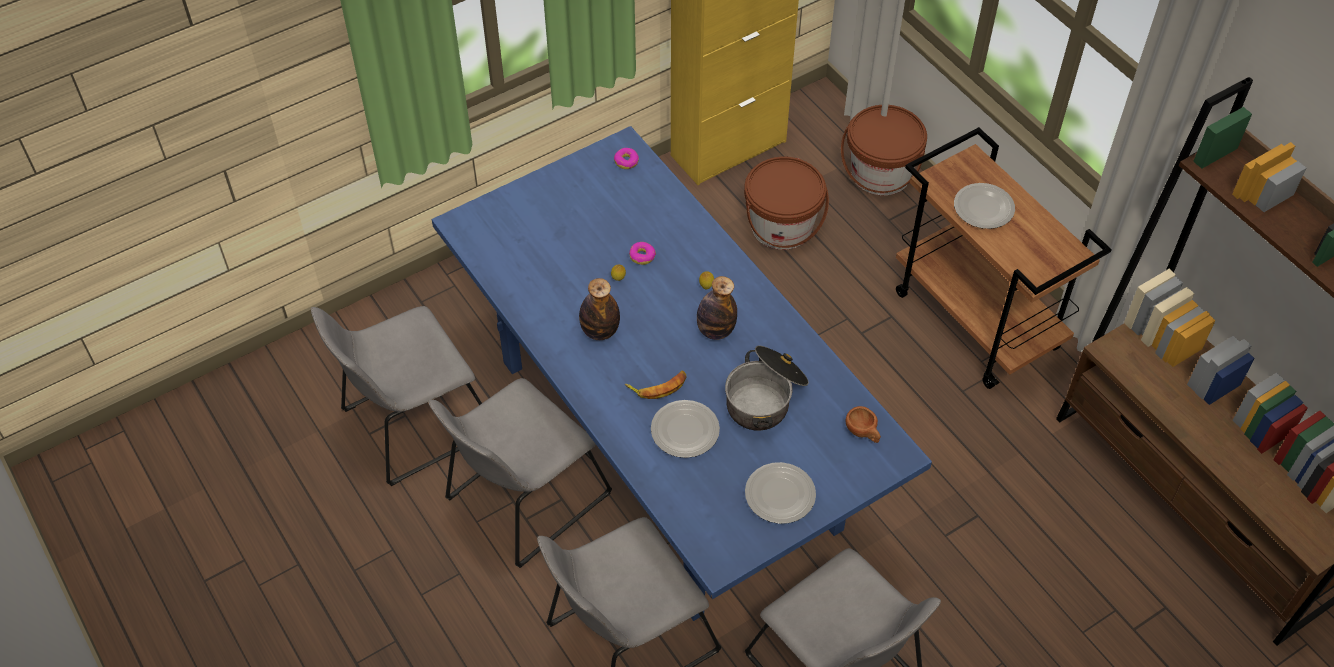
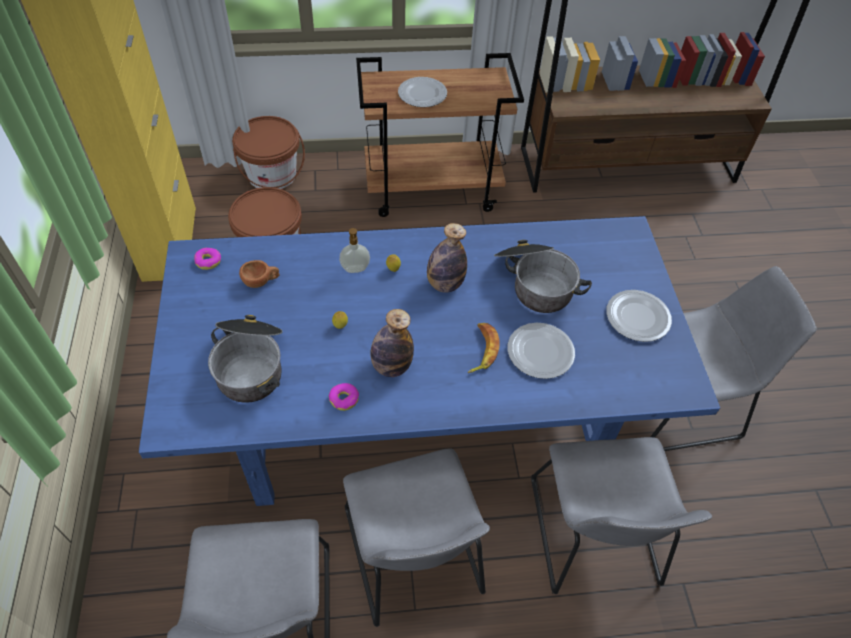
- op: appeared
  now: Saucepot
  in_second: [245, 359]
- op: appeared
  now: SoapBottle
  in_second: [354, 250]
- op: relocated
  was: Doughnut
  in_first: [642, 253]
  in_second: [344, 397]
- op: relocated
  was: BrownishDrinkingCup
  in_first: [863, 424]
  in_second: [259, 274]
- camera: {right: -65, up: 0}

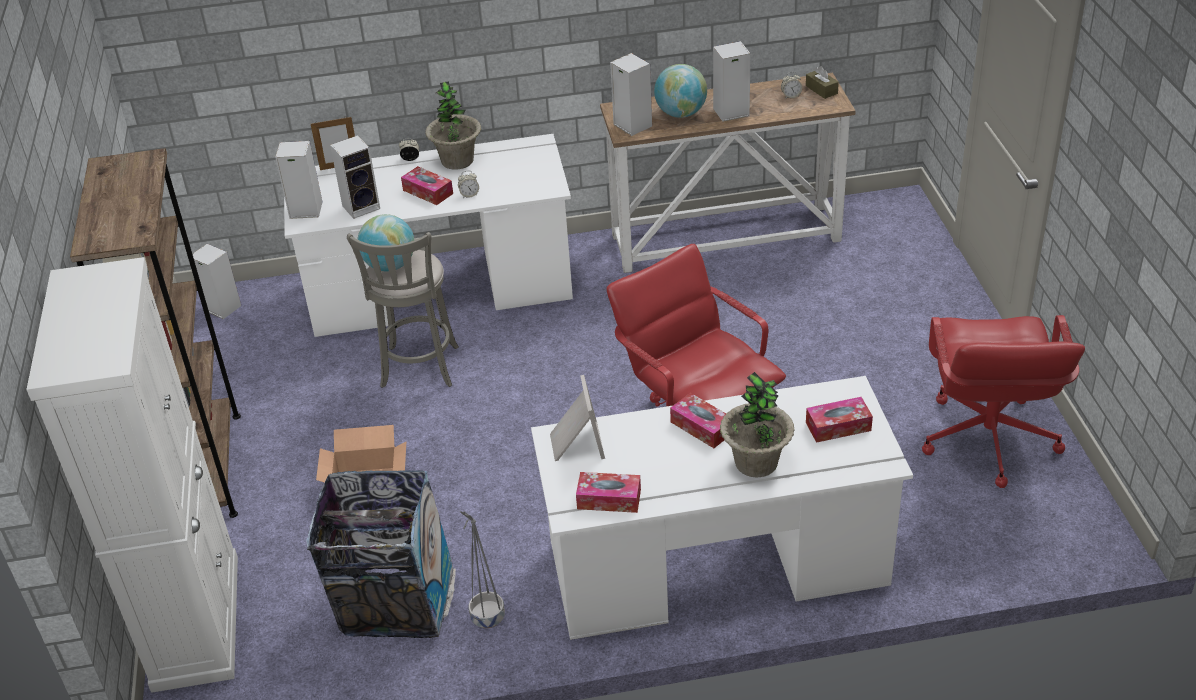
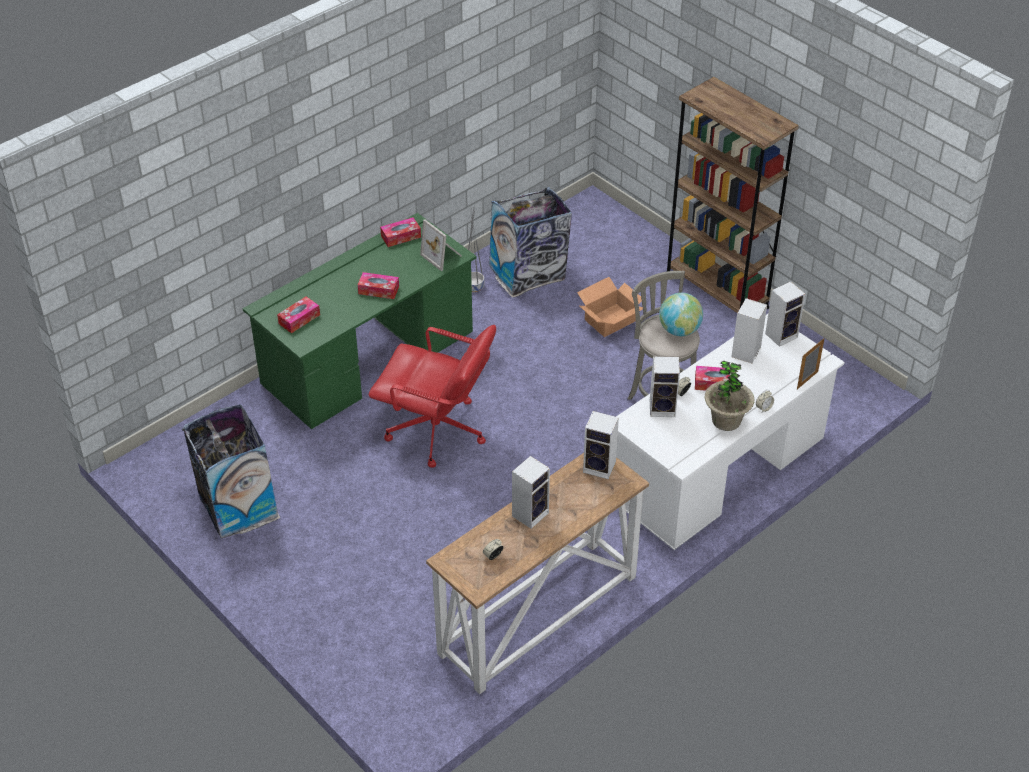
- op: missing
  was: WhitishCabinet
  in_first: [132, 475]
- op: missing
  was: WorldGlobe
  in_first: [680, 91]
- op: missing
  was: Houseplant
  in_first: [757, 424]
- op: missing
  was: BrownishTissueBox
  in_first: [822, 82]
- op: relocated
  was: Speaker
  in_first: [217, 281]
  in_second: [665, 386]
- op: exchanged
  was: ReddishOfficeChair
  now: WasteBin
  in_first: [1003, 401]
  in_second: [231, 471]
- op: colour
  was: WhitishDeskUnit
  now: GreenColouredDeskUnit
  in_first: [722, 508]
  in_second: [360, 321]
- camera: {right: 145, up: 5}

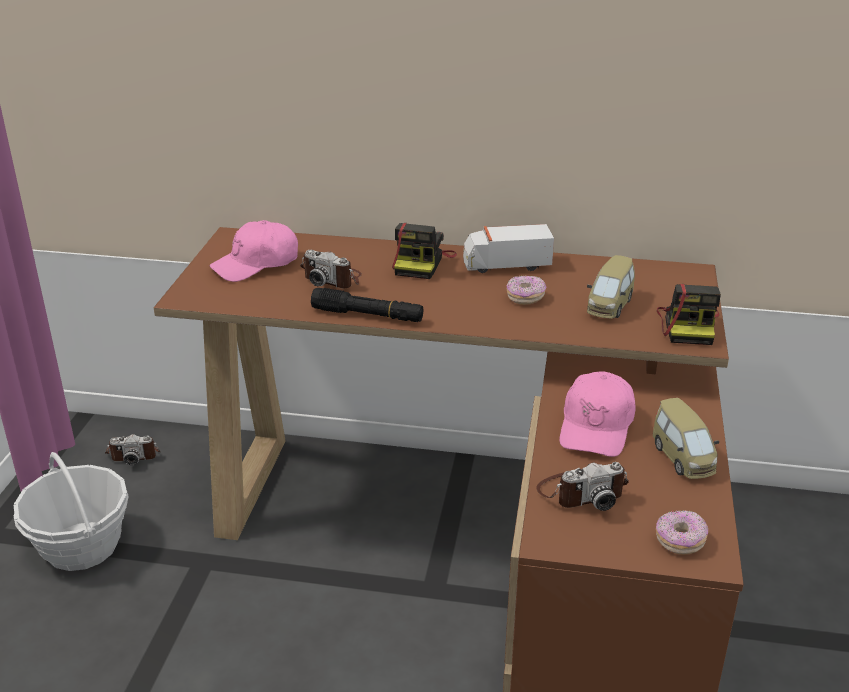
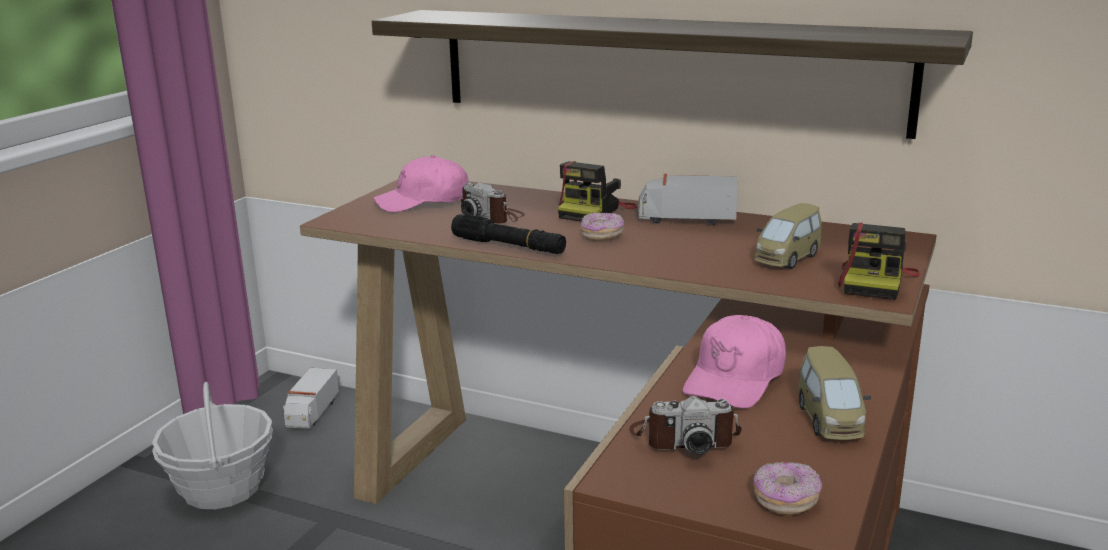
- op: appeared
  now: Shelf
  in_second: [672, 74]
- op: relocated
  was: Doughnut
  in_first: [526, 290]
  in_second: [602, 227]
- op: exchanged
  was: StillCamera
  now: ToyLorry
  in_first: [133, 449]
  in_second: [310, 398]
- camera: {right: 15, up: -10}

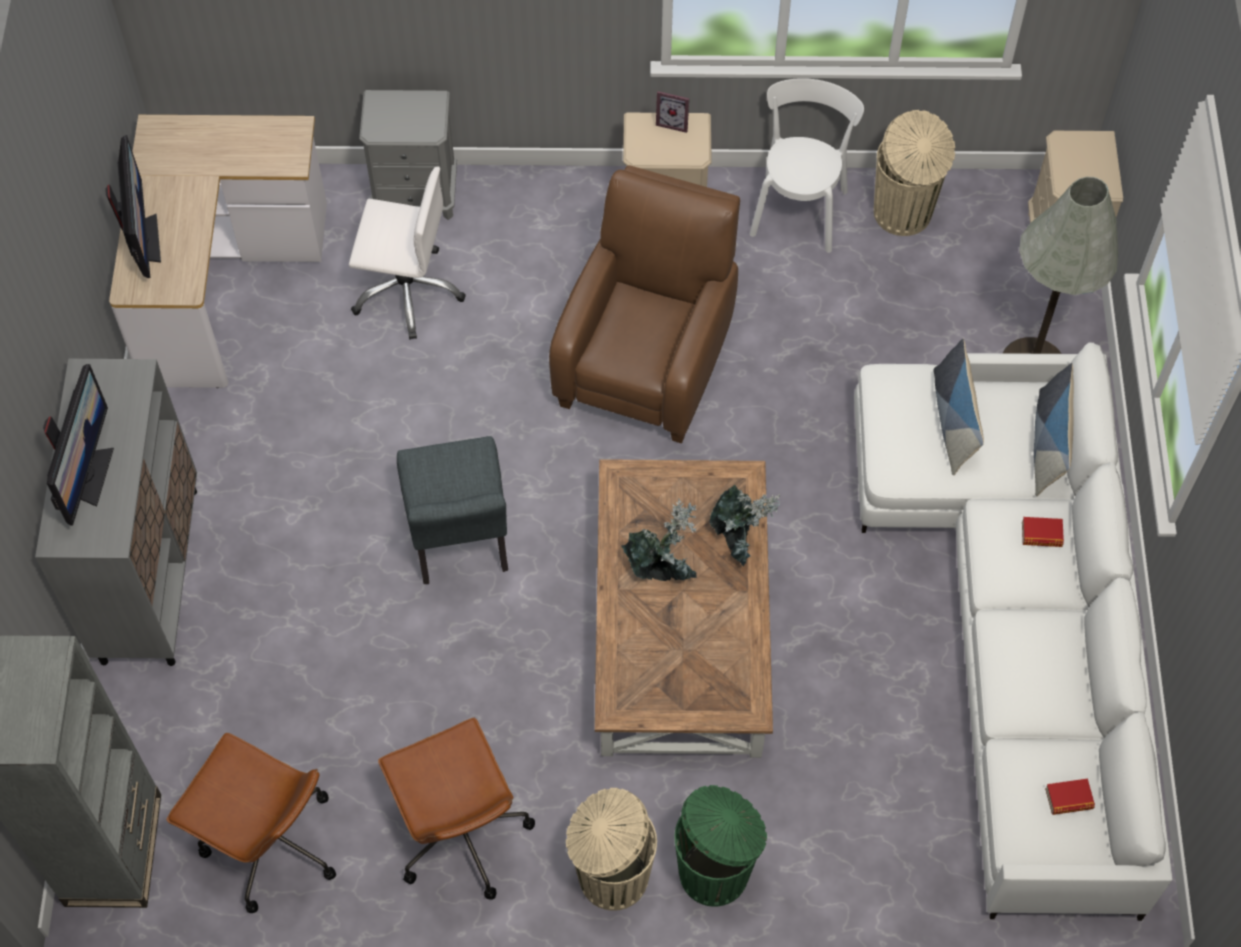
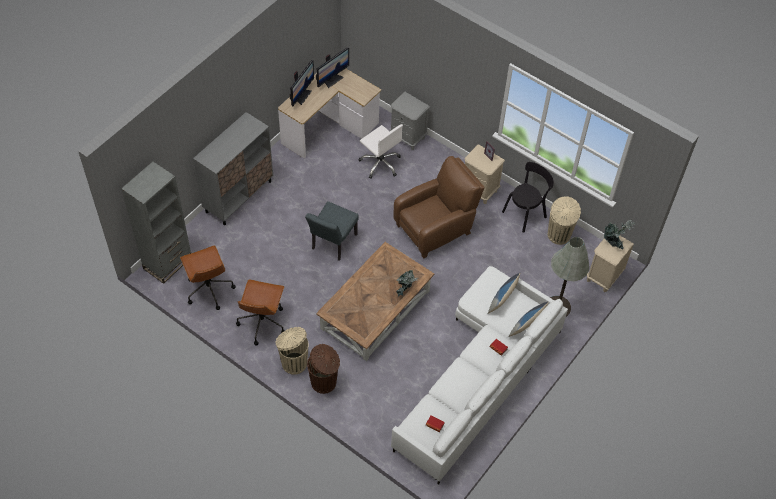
- op: relocated
  was: ComputerScreen
  in_first: [78, 445]
  in_second: [332, 67]
- op: relocated
  was: Houseplant
  in_first: [659, 539]
  in_second: [619, 234]
- op: colour
  was: GreenColouredWasteBin
  now: BrownishWasteBin
  in_first: [720, 846]
  in_second: [323, 369]
- op: colour
  was: WhitishChair
  now: BlackishChair
  in_first: [807, 165]
  in_second: [528, 197]
- camera: {right: 35, up: -5}

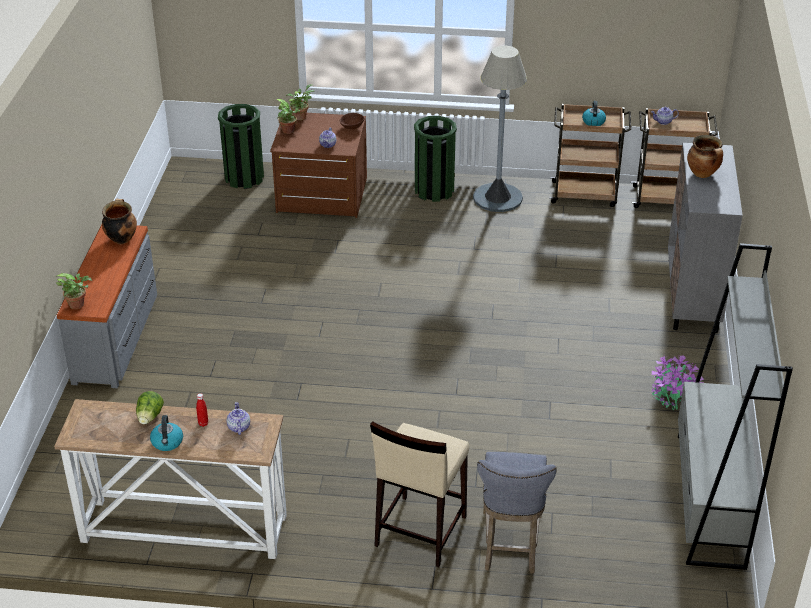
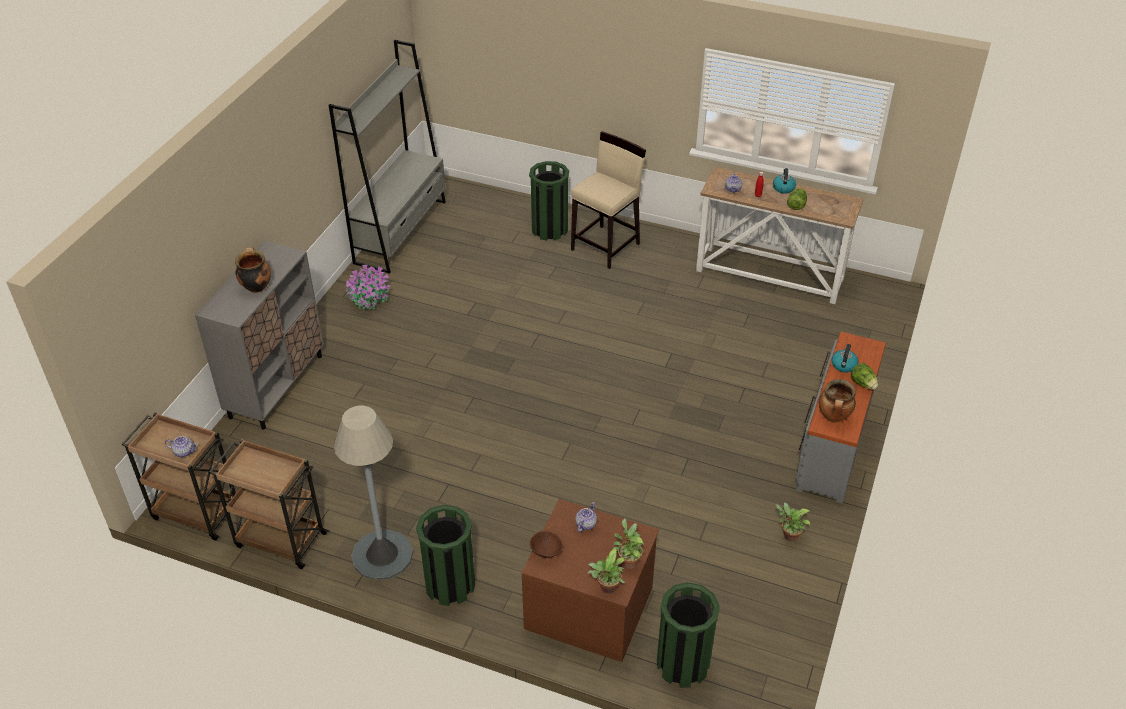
- op: appeared
  now: LettuceHead
  in_second: [864, 376]
- op: relocated
  was: Houseplant
  in_first: [74, 291]
  in_second: [793, 522]
- op: relocated
  was: TeaKettle
  in_first: [594, 113]
  in_second: [845, 358]
- op: exchanged
  was: GreySittingStool
  now: GreenColouredWasteBin
  in_first: [517, 513]
  in_second: [549, 201]
- camera: {right: -165, up: 5}

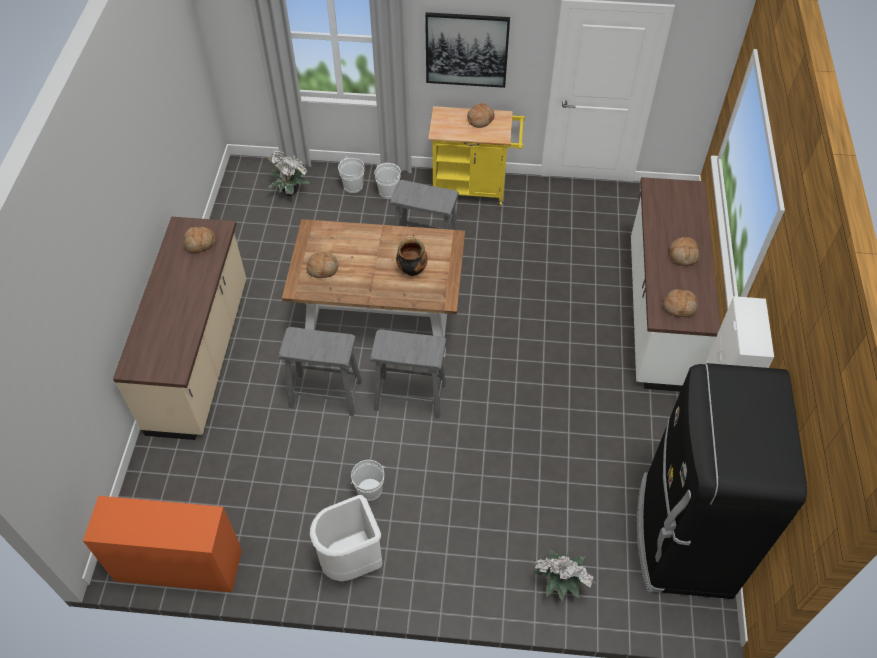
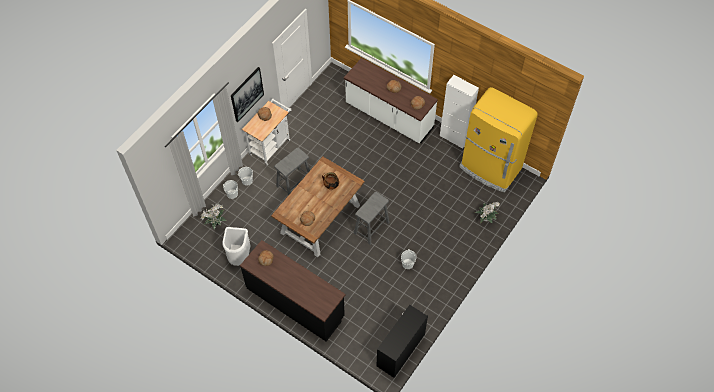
- op: missing
  was: GreySittingStool
  in_first: [320, 371]
- op: relocated
  was: WhitishWasteBin
  in_first: [346, 538]
  in_second: [236, 246]
- op: colour
  was: OrangeColouredDeskUnit
  now: BlackishDeskUnit
  in_first: [162, 544]
  in_second: [402, 341]
- op: colour
  was: BeigeKitchenBaseUnit
  now: BlackishKitchenBaseUnit
  in_first: [180, 328]
  in_second: [293, 291]
- op: colour
  was: YellowColouredTrolley
  now: WhitishTrolley
  in_first: [476, 156]
  in_second: [266, 132]
- op: colour
  was: BlackishRefrigerator
  now: YellowColouredRefrigerator
  in_first: [722, 481]
  in_second: [498, 139]
- camera: {right: -60, up: 5}

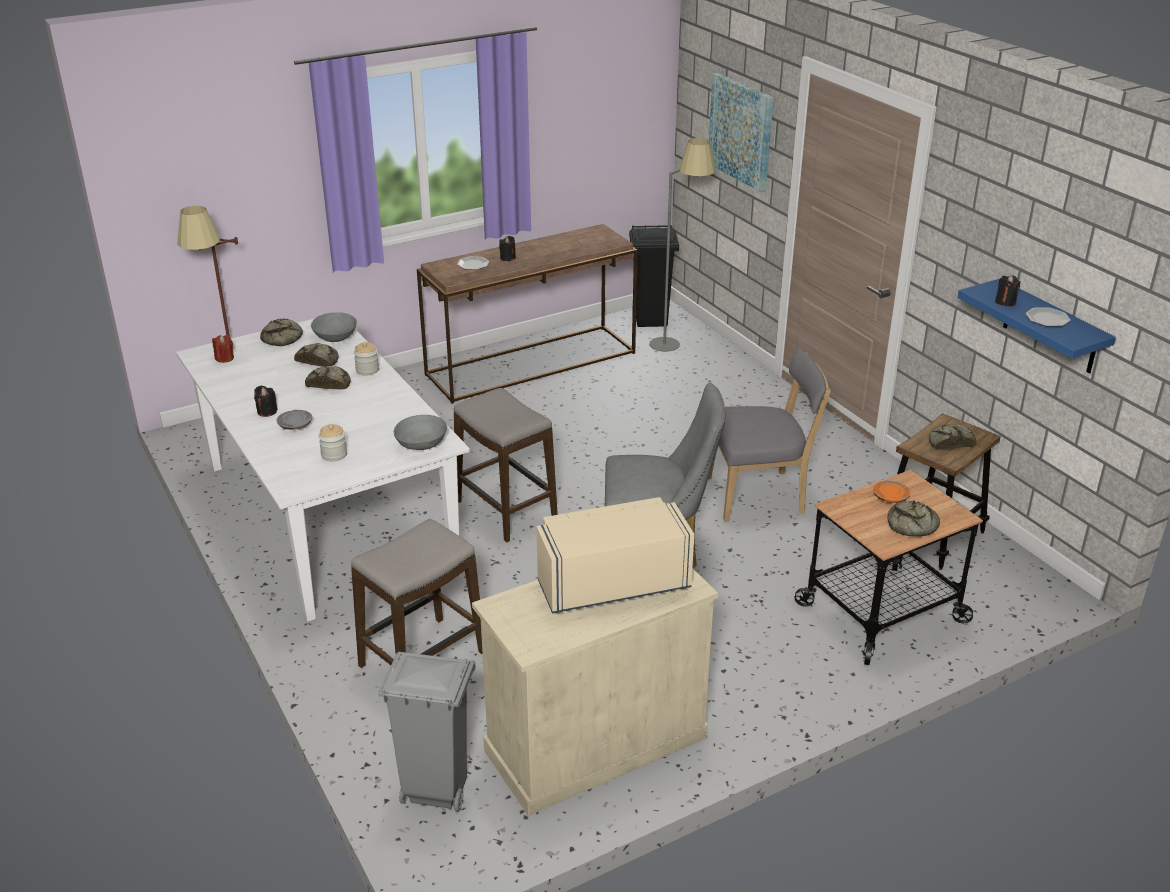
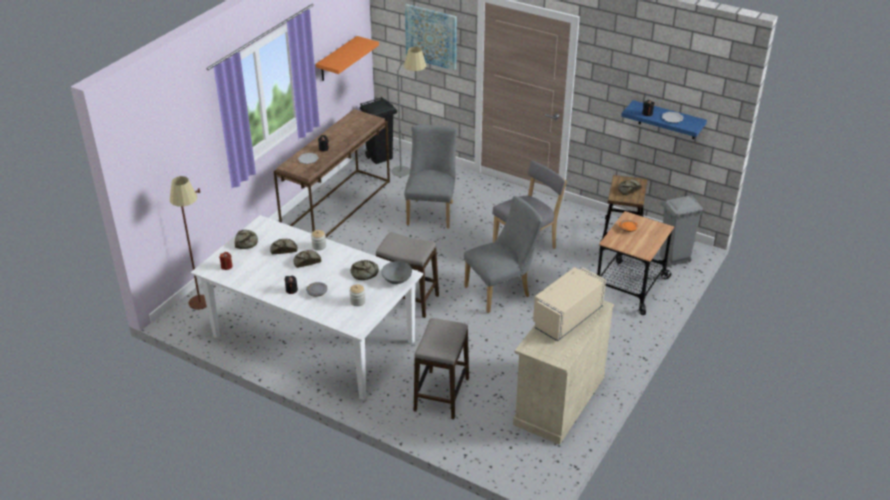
- op: missing
  was: GreyBowl
  in_first: [334, 327]
- op: appeared
  now: OrangeColouredShelf
  in_second: [347, 58]
- op: appeared
  now: GreyChair
  in_second: [430, 176]
- op: relocated
  was: GreyWasteBin
  in_first: [426, 732]
  in_second: [682, 231]
- op: relocated
  was: Bread
  in_first: [913, 518]
  in_second: [365, 270]
- camera: {right: -30, up: 5}

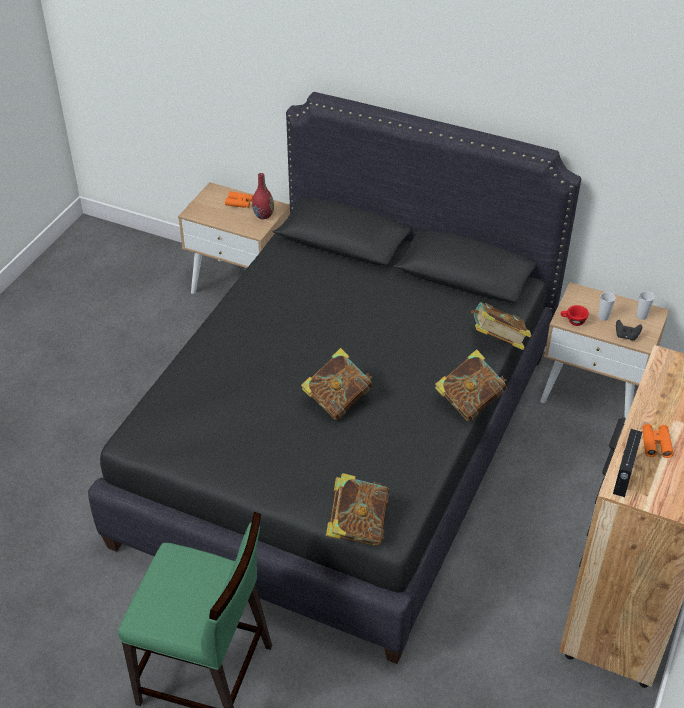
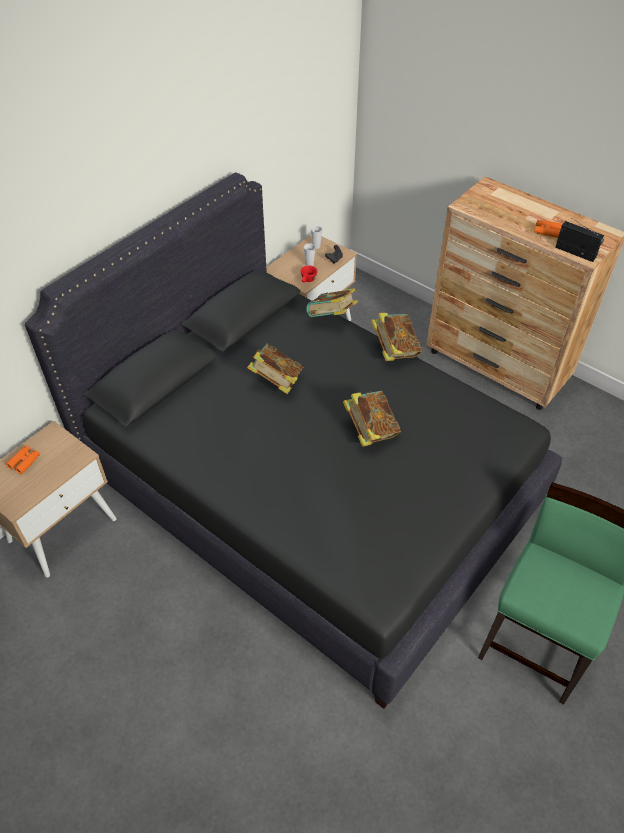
- op: missing
  was: ReddishDecorativeVase
  in_first: [263, 196]
- op: relocated
  was: Volume
  in_first: [357, 509]
  in_second: [275, 369]
- camera: {right: -75, up: 5}

